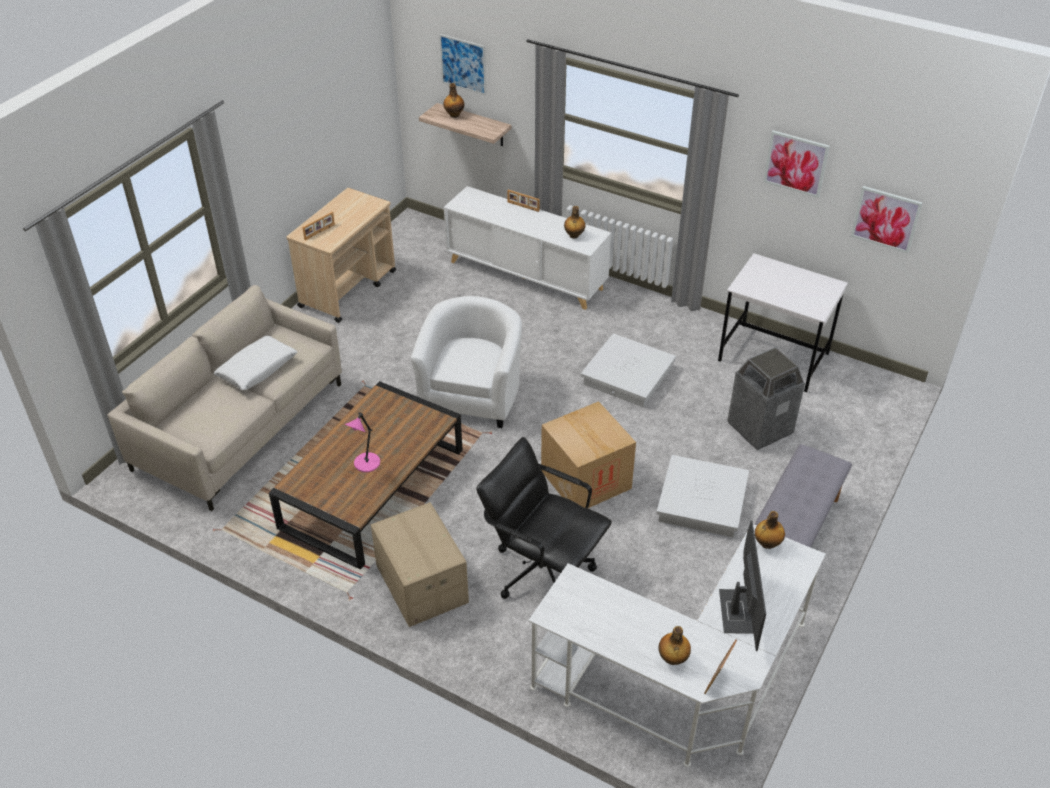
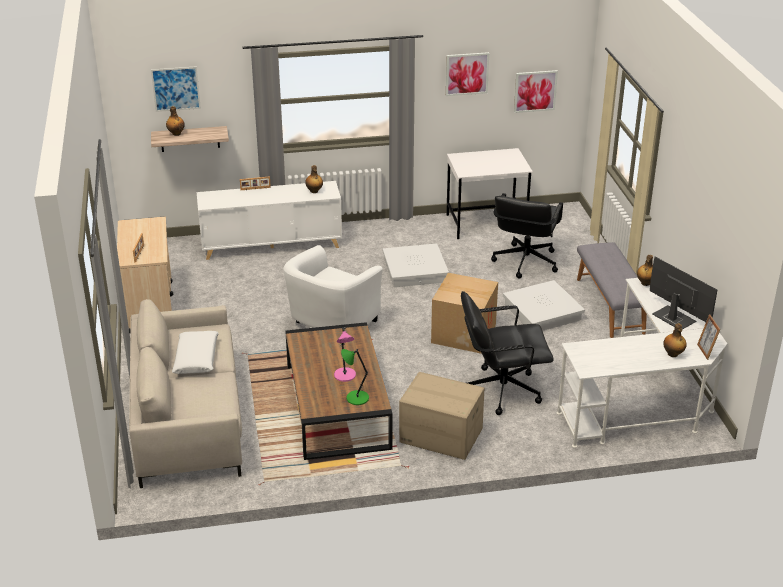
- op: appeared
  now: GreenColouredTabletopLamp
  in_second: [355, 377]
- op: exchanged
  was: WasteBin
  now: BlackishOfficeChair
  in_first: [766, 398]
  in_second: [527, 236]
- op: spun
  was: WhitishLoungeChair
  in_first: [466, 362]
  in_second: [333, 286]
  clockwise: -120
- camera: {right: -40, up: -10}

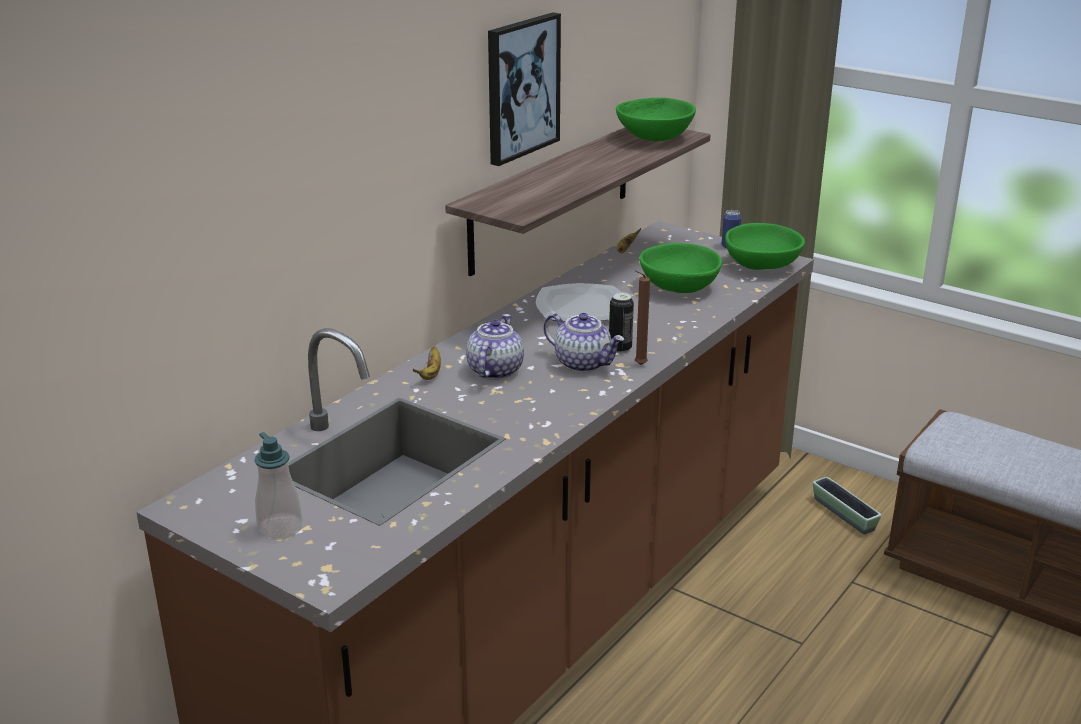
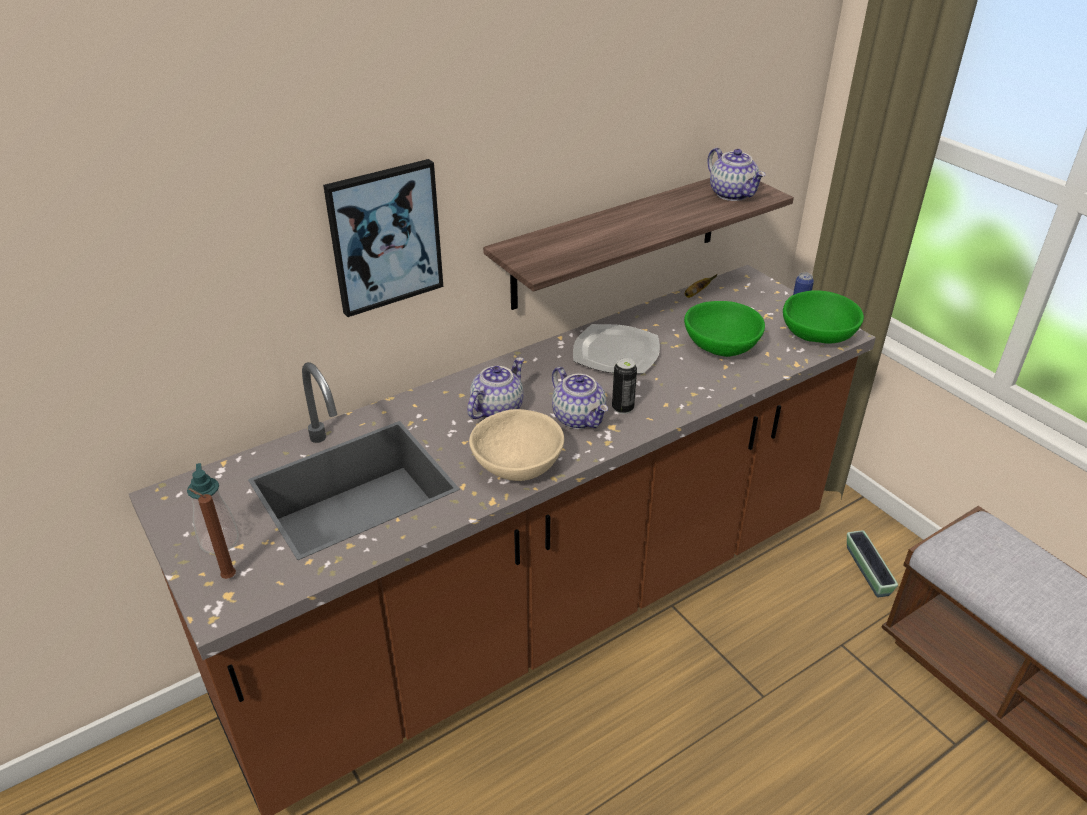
- op: missing
  was: WholeBanana
  in_first: [426, 363]
- op: appeared
  now: BeigeBowl
  in_second: [516, 445]
- op: relocated
  was: WallArt
  in_first: [524, 89]
  in_second: [383, 238]
- op: relocated
  was: BrownishWaxLight
  in_first: [642, 317]
  in_second: [212, 533]
- op: exchanged
  was: GreenColouredBowl
  now: Teapot
  in_first: [656, 119]
  in_second: [736, 174]
- camera: {right: 20, up: 10}

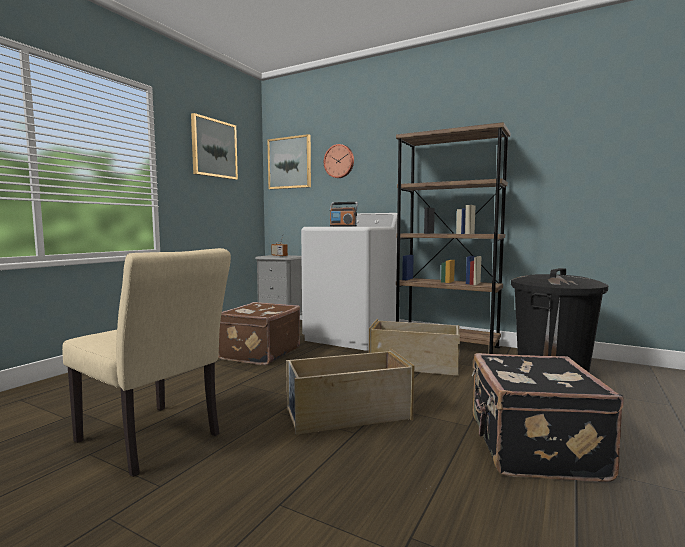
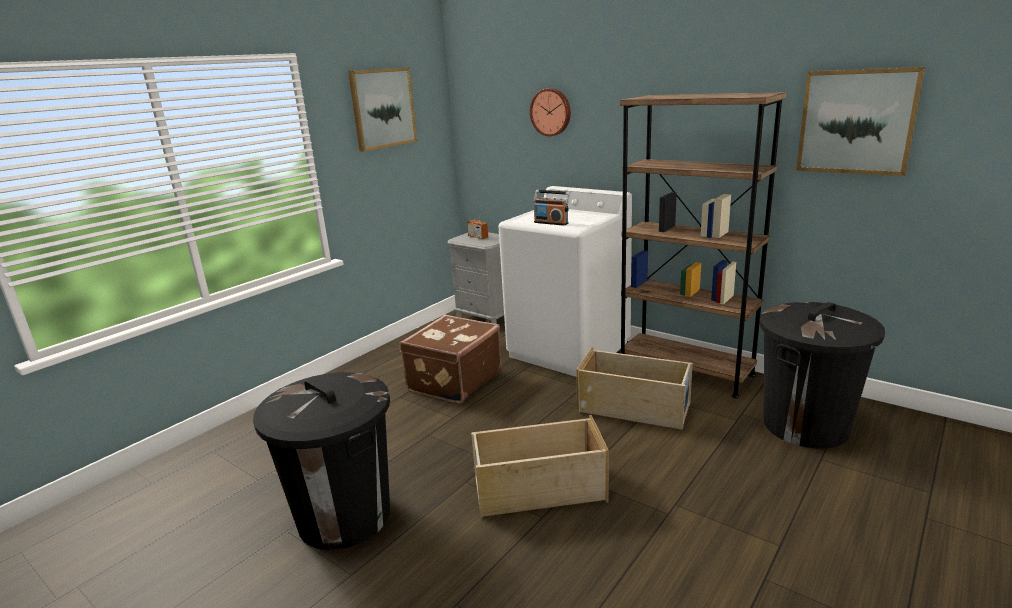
- op: missing
  was: BlackishPieceOfLuggage
  in_first: [548, 417]
- op: relocated
  was: WallArt
  in_first: [289, 161]
  in_second: [860, 121]
- op: exchanged
  was: BeigeChair
  now: BlackishWasteBin
  in_first: [146, 362]
  in_second: [321, 461]
- camera: {right: 10, up: 15}

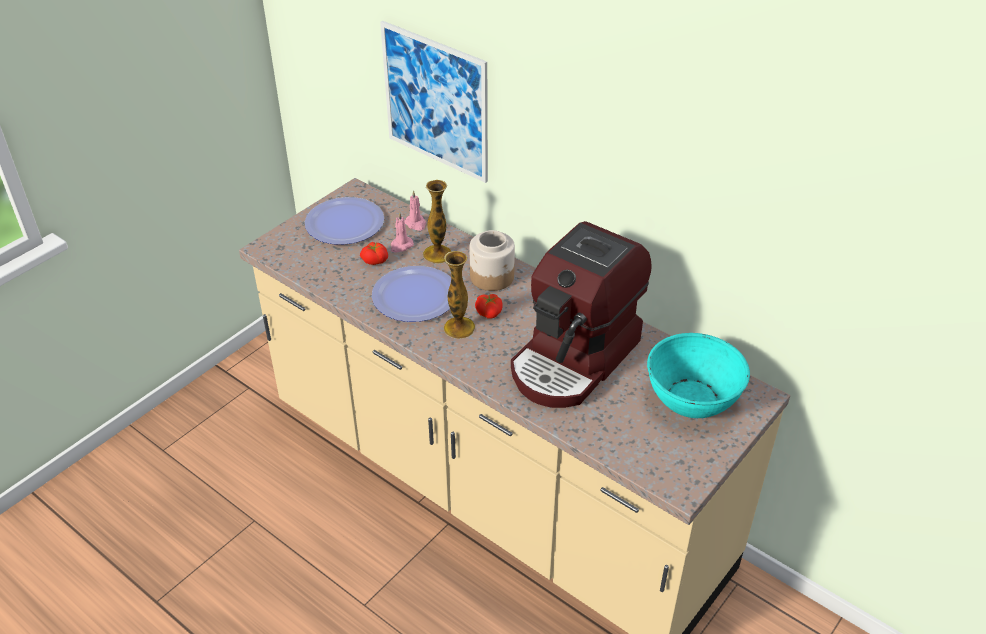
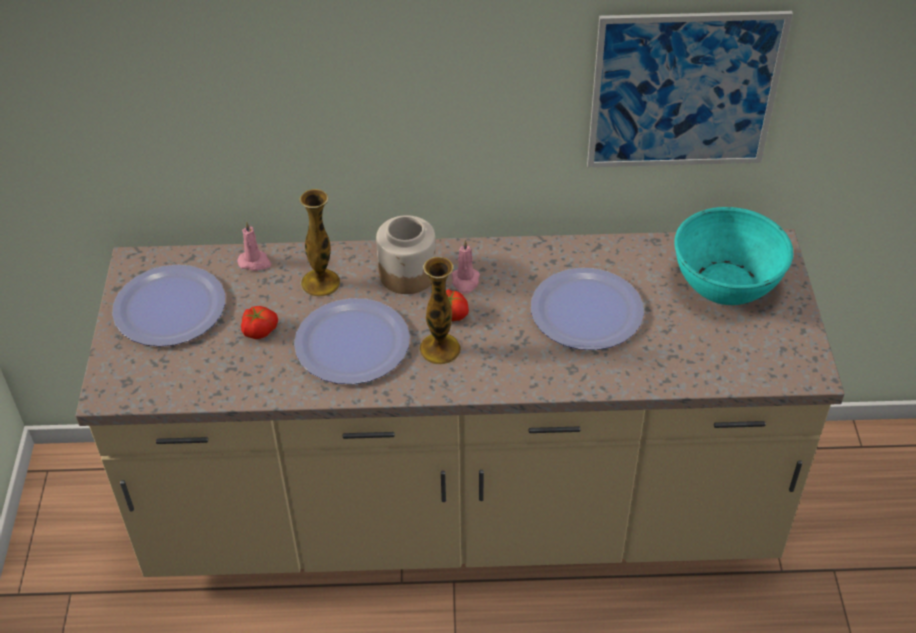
- op: relocated
  was: WallArt
  in_first: [434, 102]
  in_second: [690, 89]
- op: relocated
  was: PinkColouredWaxLight
  in_first: [402, 232]
  in_second: [466, 267]
- op: exchanged
  was: CoffeeMachine
  now: DinnerPlate
  in_first: [581, 314]
  in_second: [587, 309]
- camera: {right: -40, up: 5}

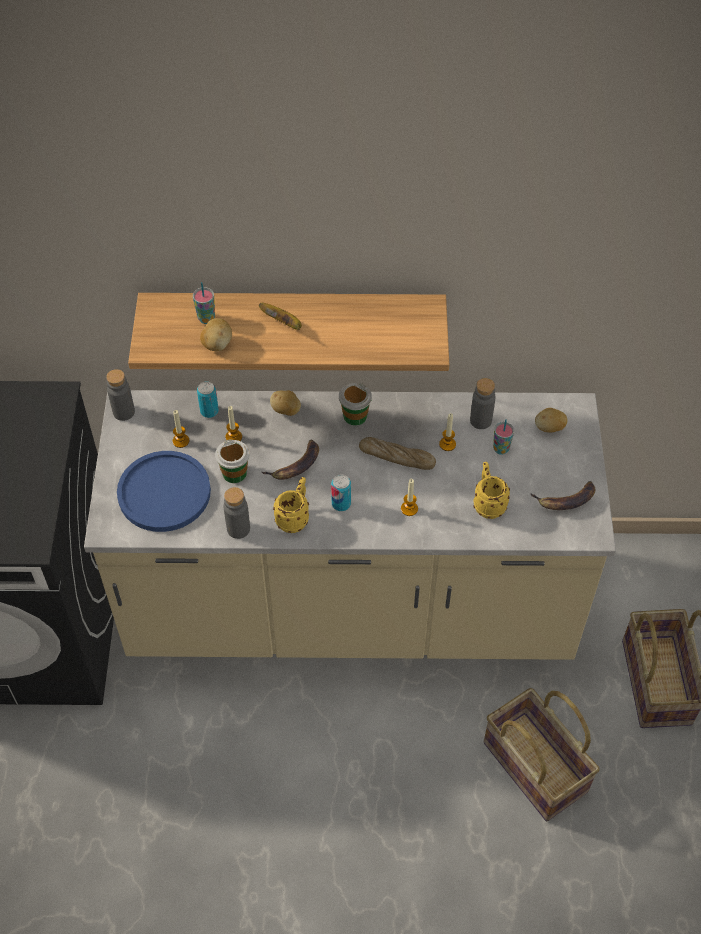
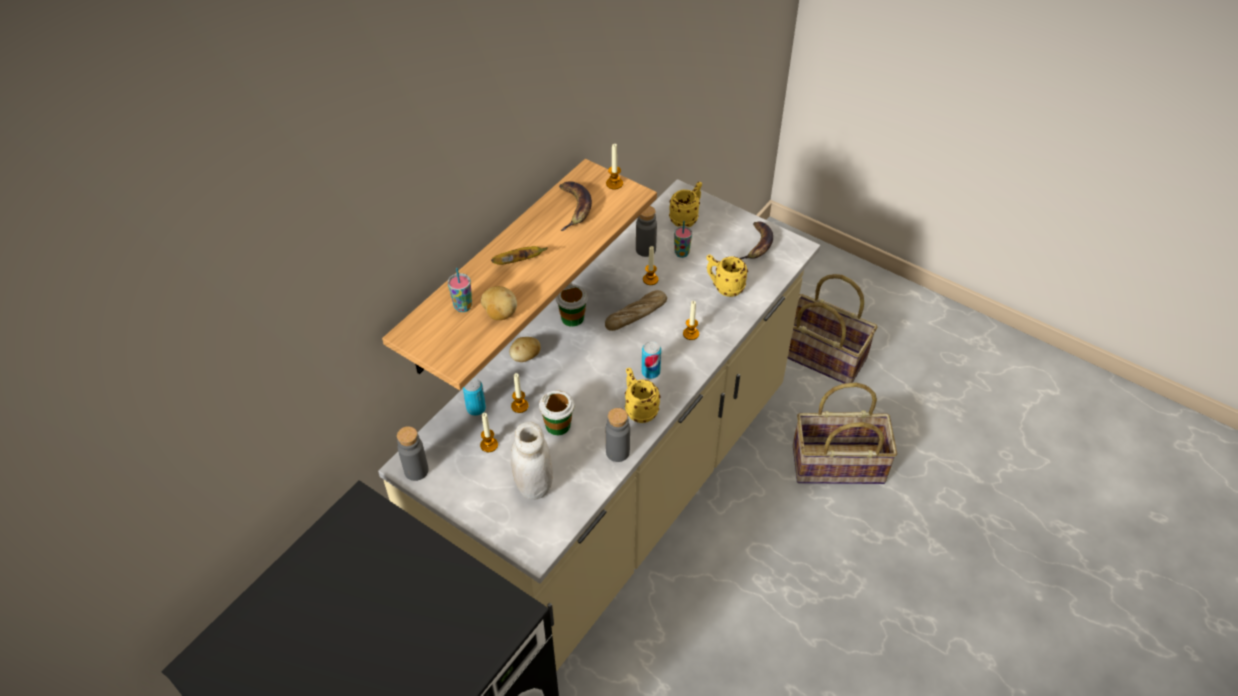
- op: appeared
  now: WaxLight
  in_second: [614, 167]
- op: relocated
  was: WholeBanana
  in_first: [290, 460]
  in_second: [575, 206]
- op: exchanged
  was: BluishDinnerPlate
  now: WhitishPreserveJar
  in_first: [164, 491]
  in_second: [532, 461]
- op: exchanged
  was: Potato
  now: YellowColouredCoffeeMug
  in_first: [551, 420]
  in_second: [685, 204]
- camera: {right: -55, up: -5}

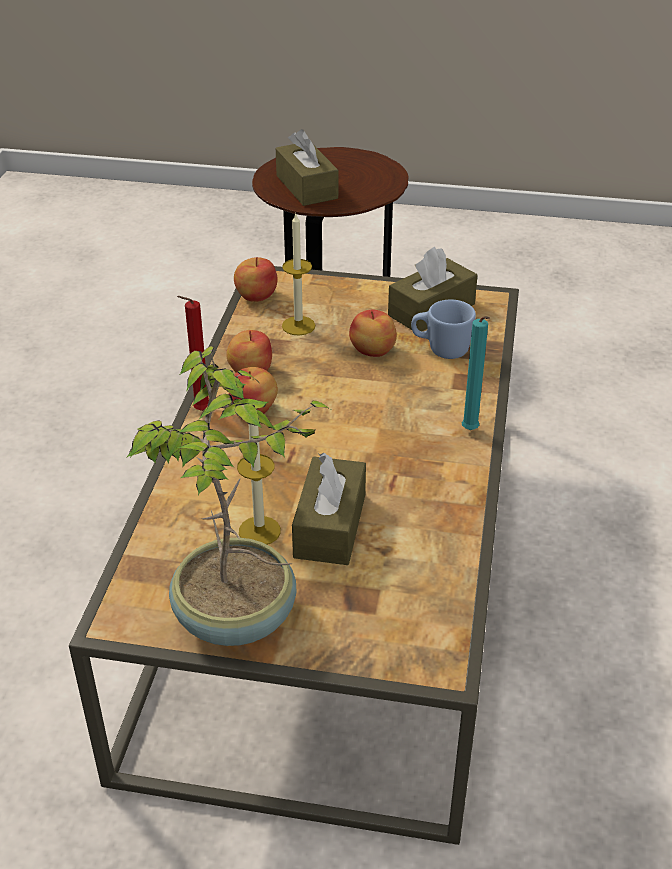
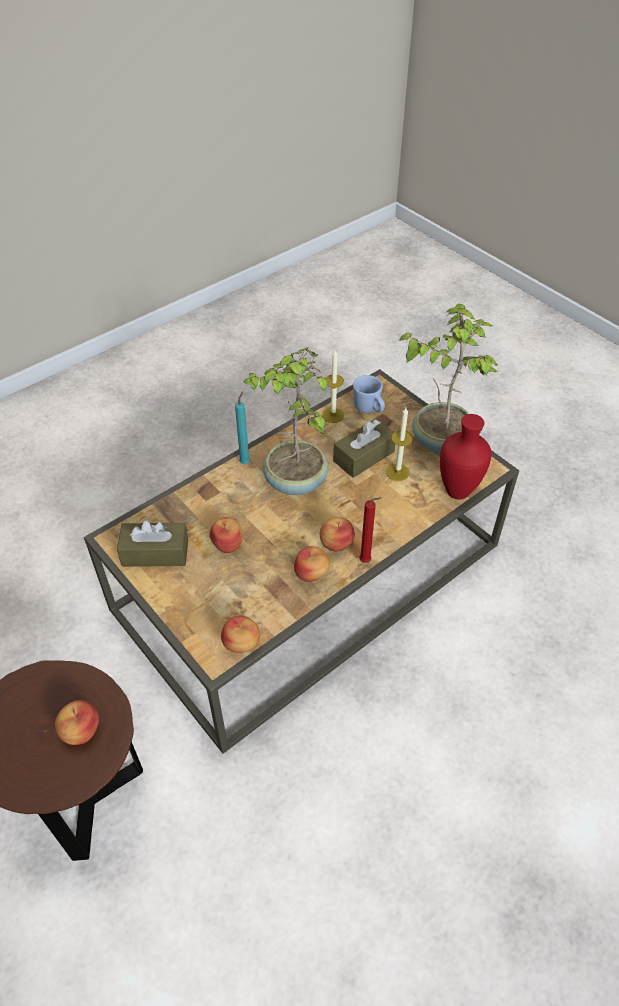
- op: appeared
  now: Houseplant
  in_second: [286, 421]
- op: appeared
  now: ReddishDecorativeVase
  in_second: [466, 457]
- op: relocated
  was: WaxLight
  in_first: [298, 274]
  in_second: [333, 386]
- op: relocated
  was: BluishCoffeeMug
  in_first: [443, 329]
  in_second: [369, 394]
- op: exchanged
  was: BrownishTissueBox
  now: Apple
  in_first: [307, 167]
  in_second: [77, 722]
- camera: {right: -140, up: 10}

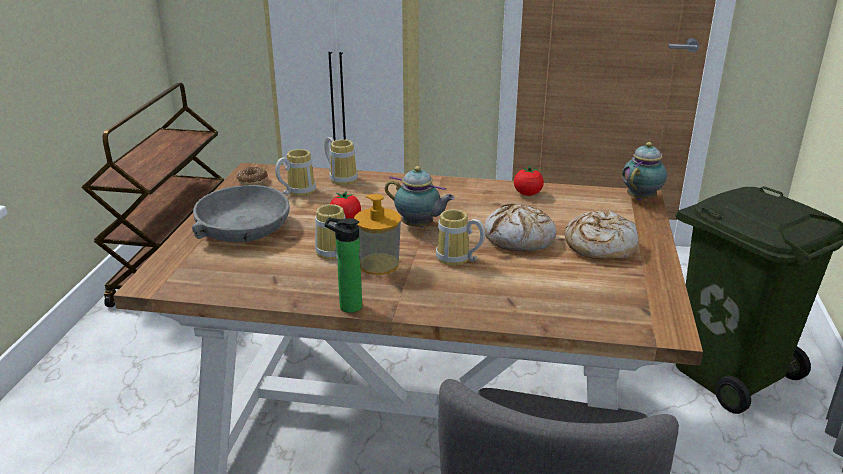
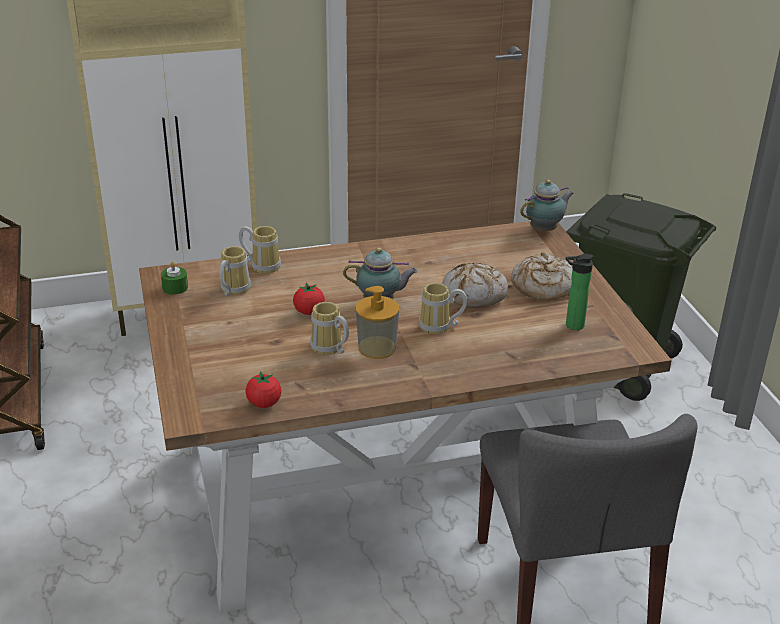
- op: missing
  was: GreyBowl
  in_first: [241, 213]
- op: relocated
  was: DrinkBottle
  in_first: [343, 265]
  in_second: [580, 292]
- op: relocated
  was: WholeTomato
  in_first: [529, 180]
  in_second: [264, 389]
- op: exchanged
  was: Doughnut
  now: GreenColouredWaxLight
  in_first: [252, 176]
  in_second: [174, 278]
- op: spun
  was: Teapot
  in_first: [644, 171]
  in_second: [547, 205]
  clockwise: 45
- camera: {right: -25, up: 5}

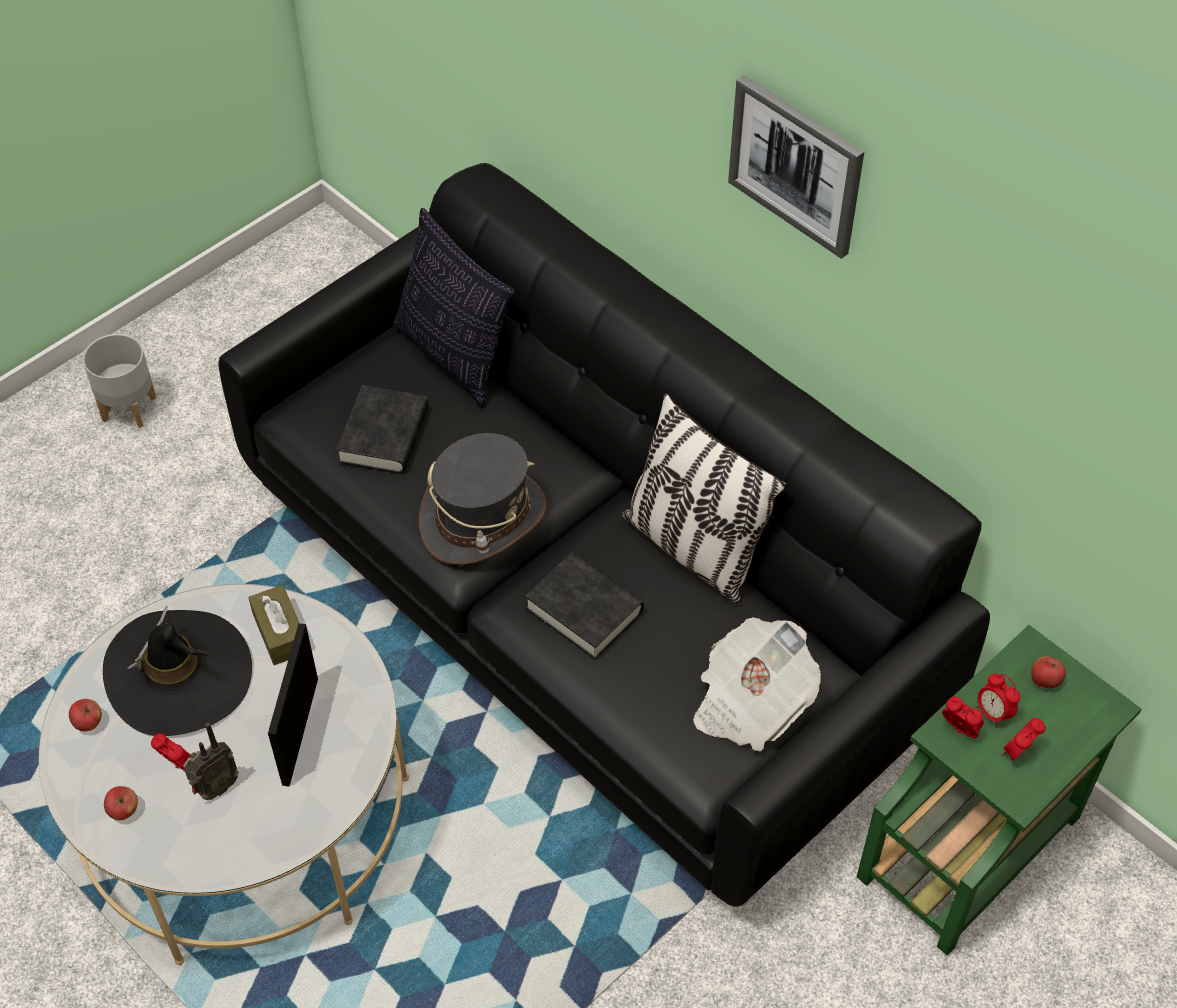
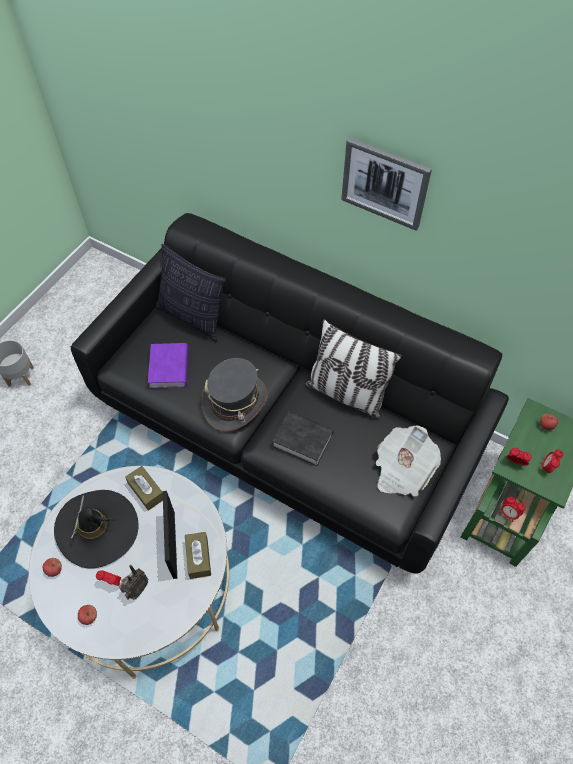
- op: appeared
  now: BrownishTissueBox
  in_second: [198, 555]
- op: relocated
  was: BedsideClock
  in_first: [998, 701]
  in_second: [513, 509]
- op: colour
  was: BlackishVolume
  now: PurpleVolume
  in_first: [382, 429]
  in_second: [168, 366]
- camera: {right: -15, up: 5}

